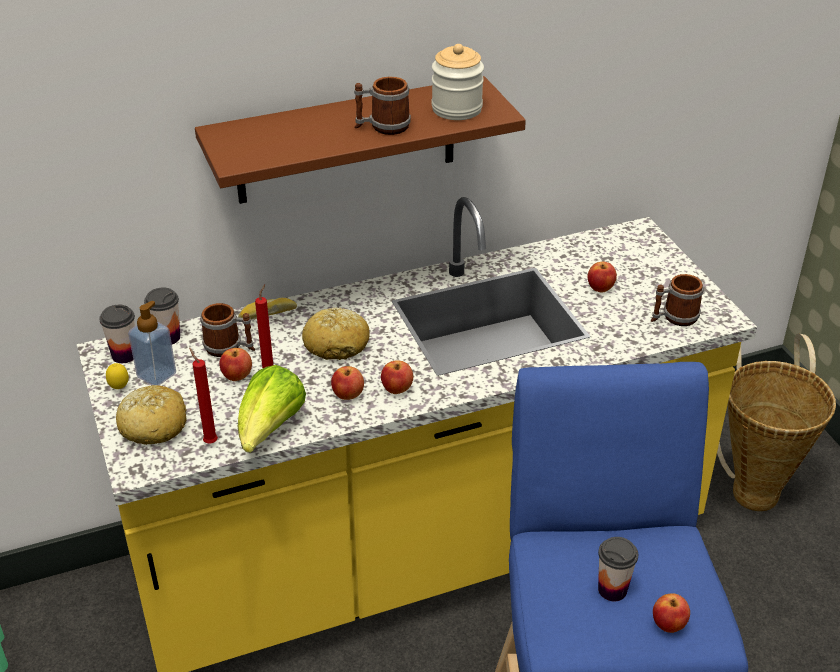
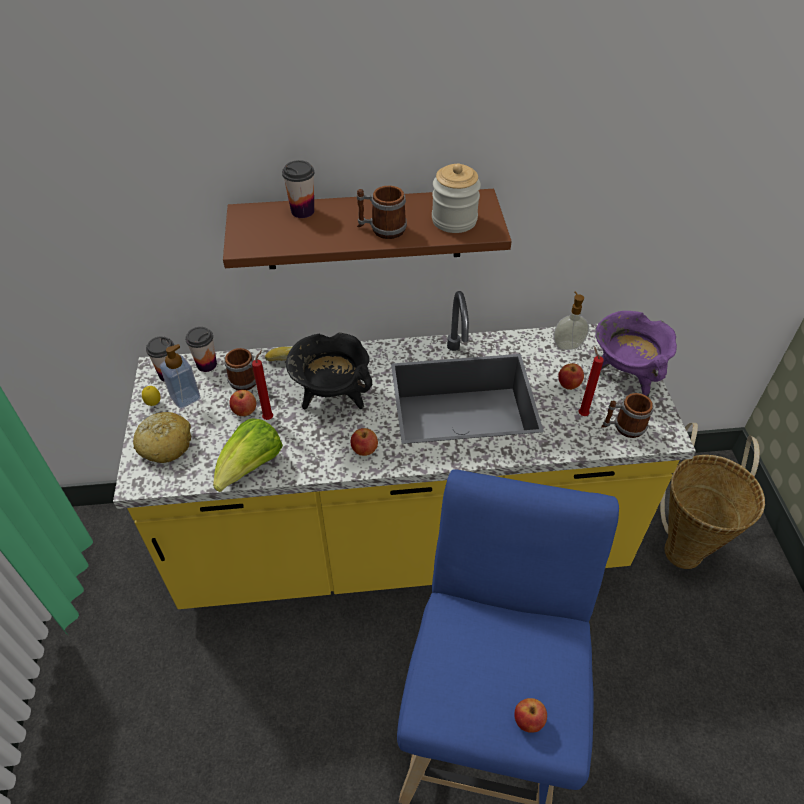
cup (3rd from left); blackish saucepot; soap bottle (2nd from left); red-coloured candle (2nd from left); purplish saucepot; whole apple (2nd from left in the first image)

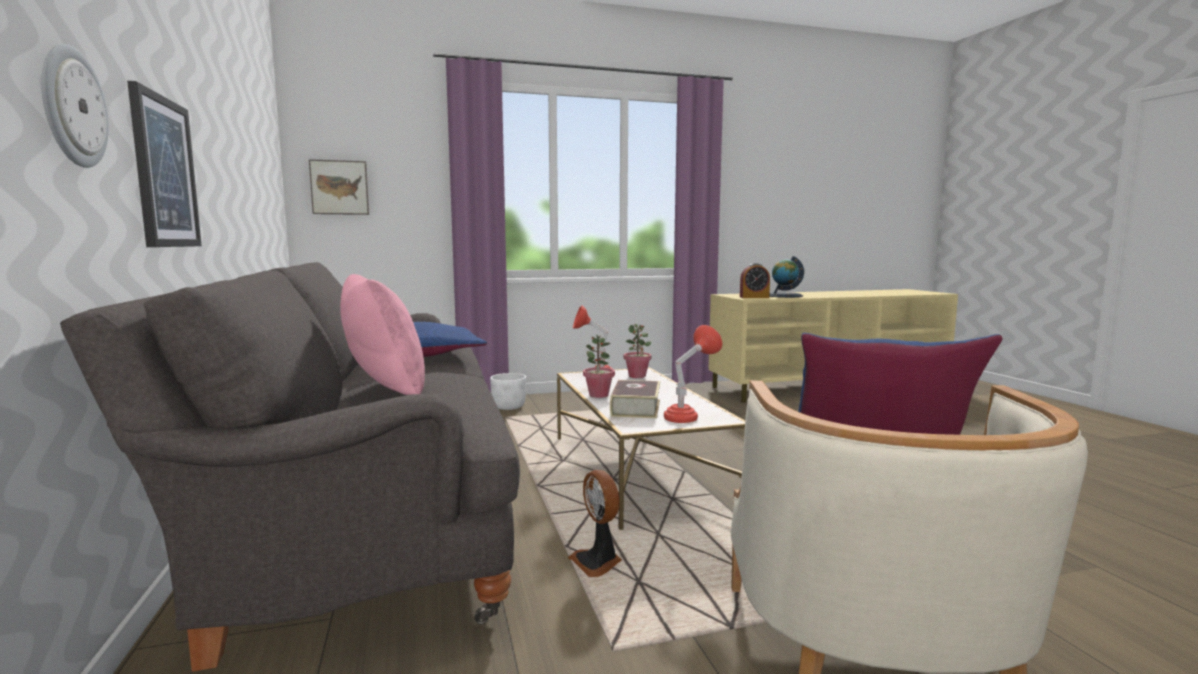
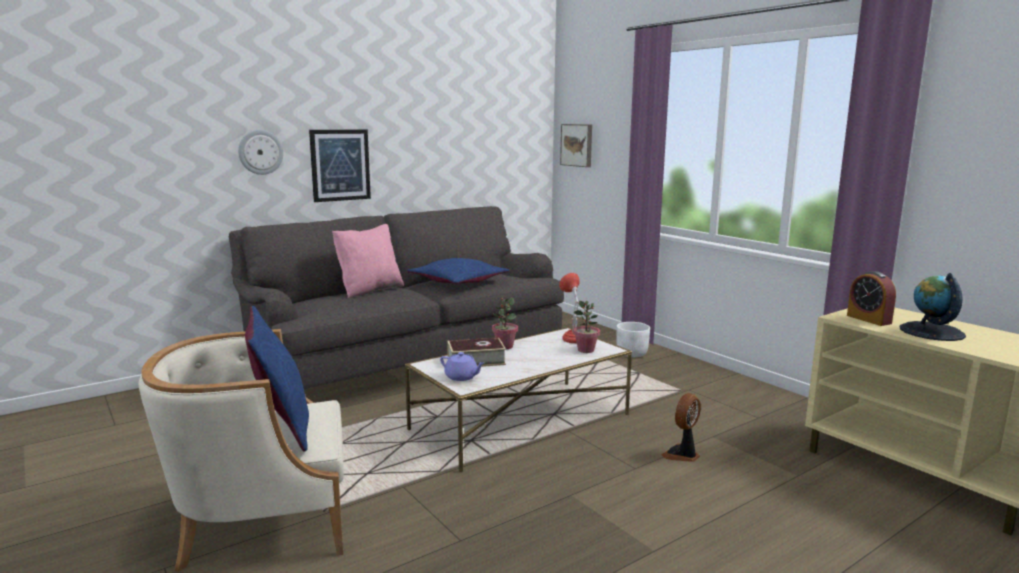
purplish tea pot; cooling fan

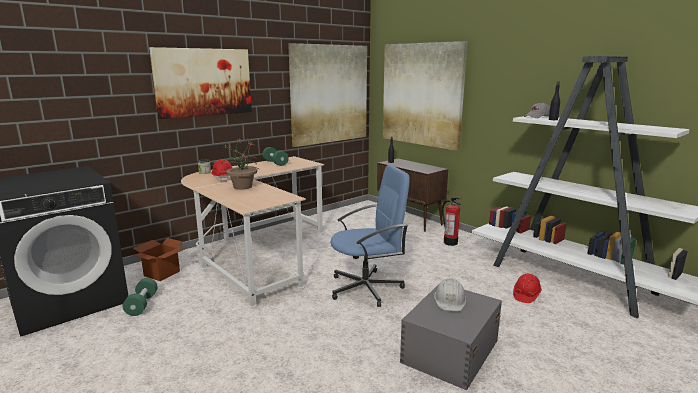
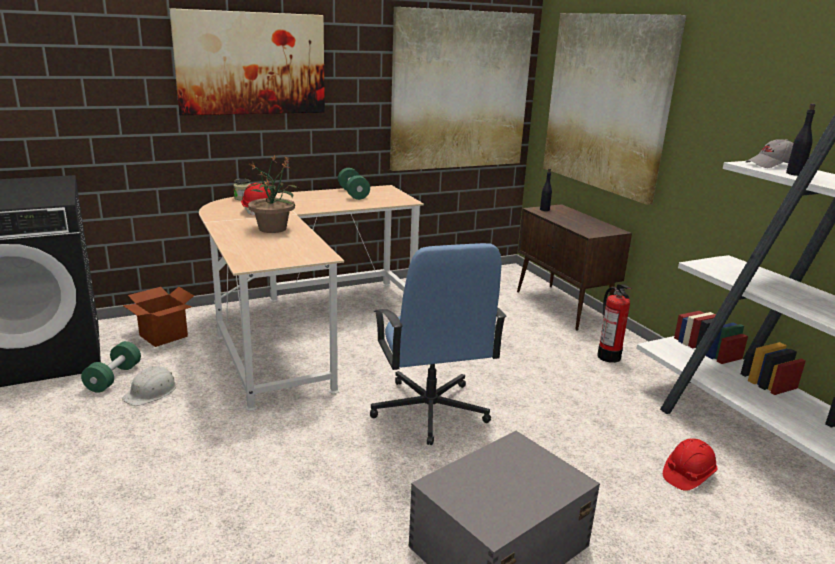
white work helmet; bluish office chair

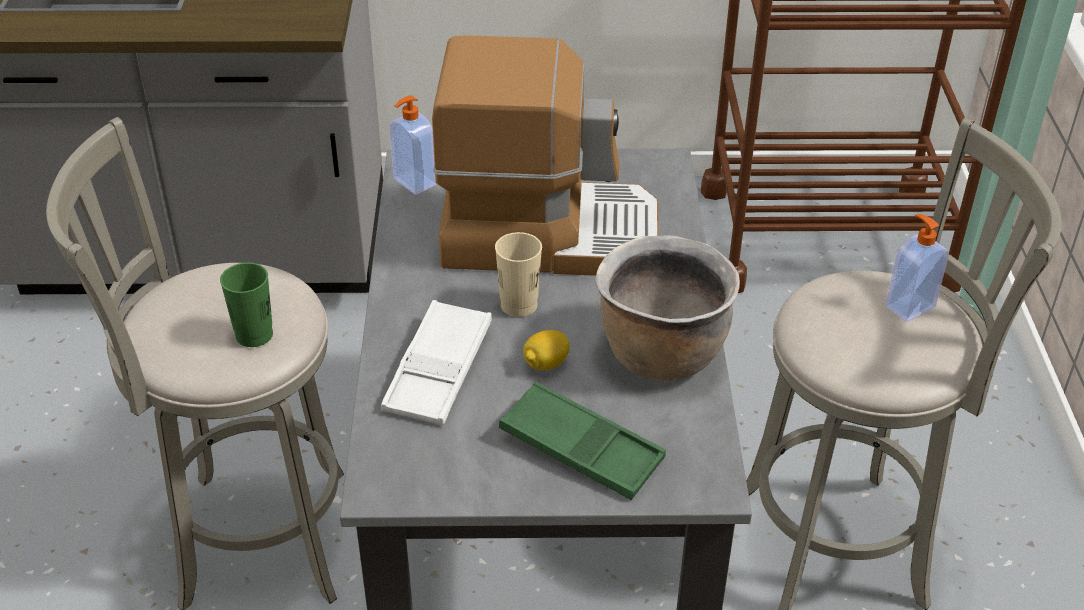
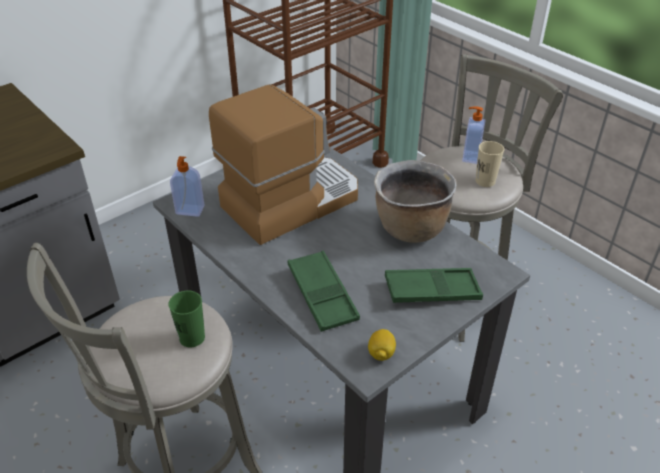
greenish carrying tray (1st from left); whole lemon; sand-coloured cup

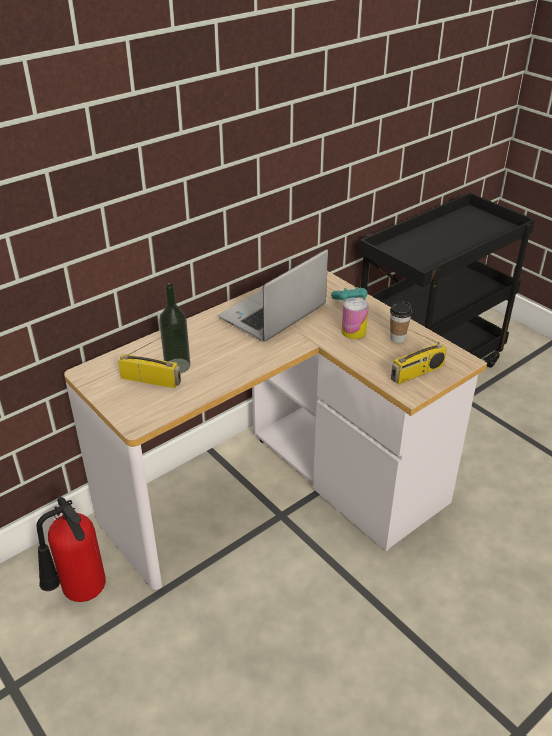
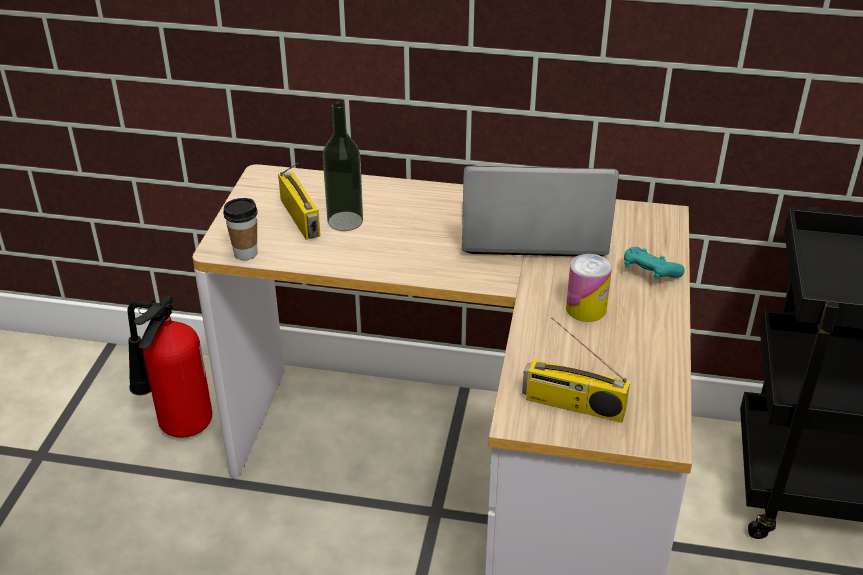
cup

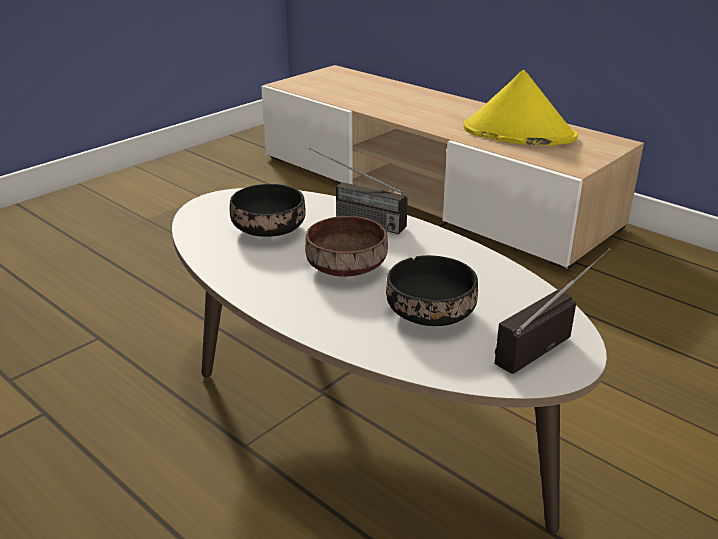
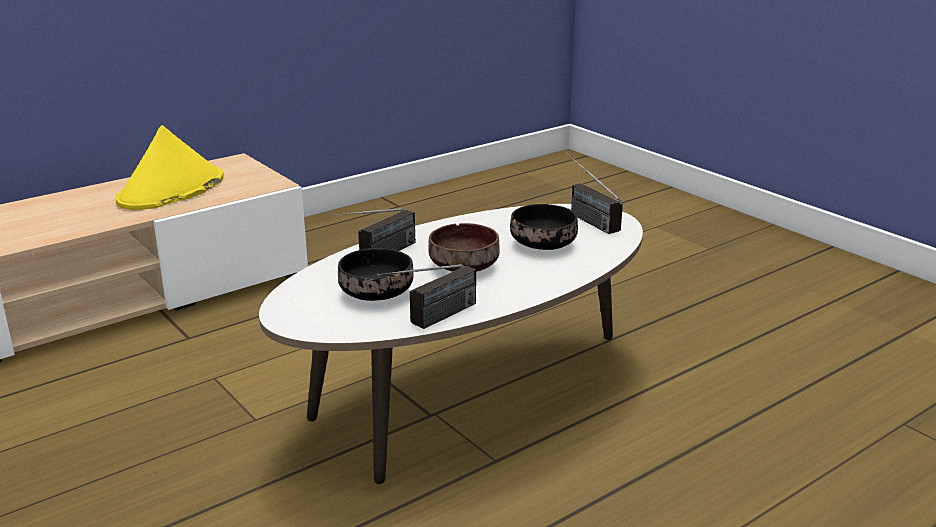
radio (2nd from left)

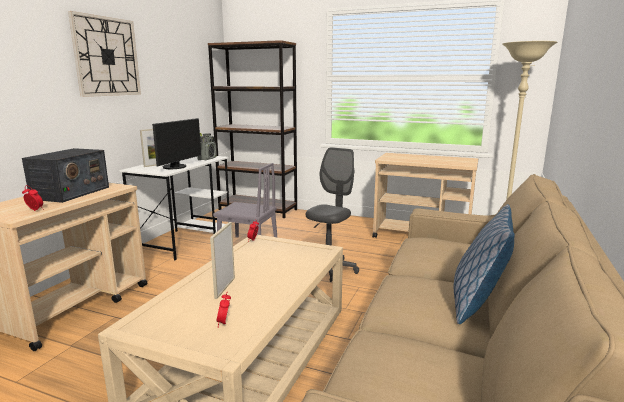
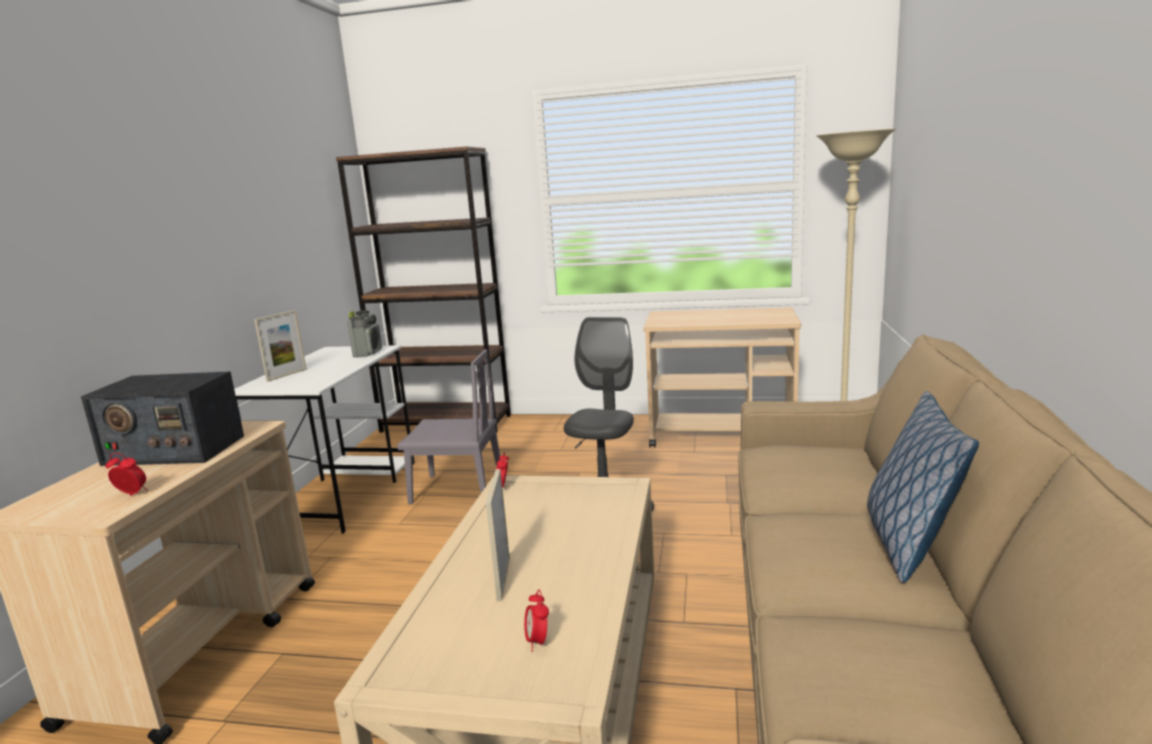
radio (1st from left); wall clock; computer display

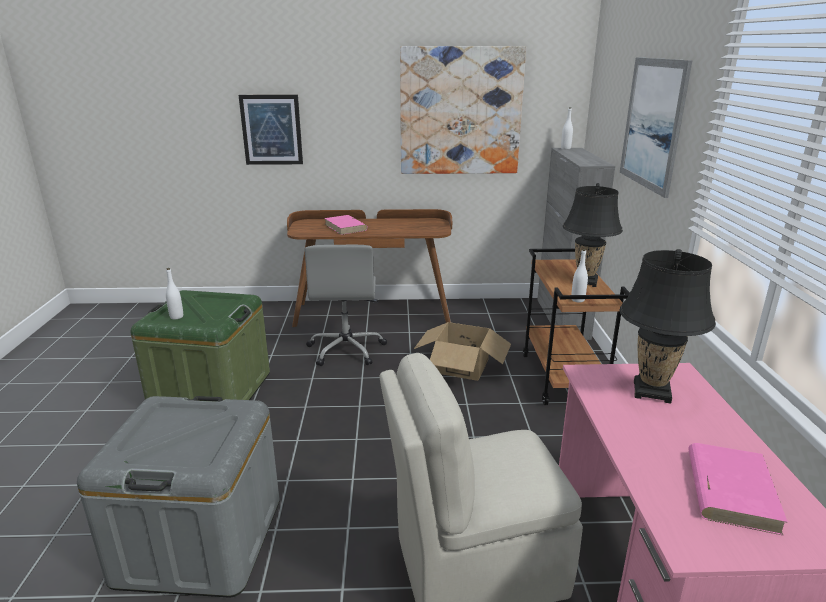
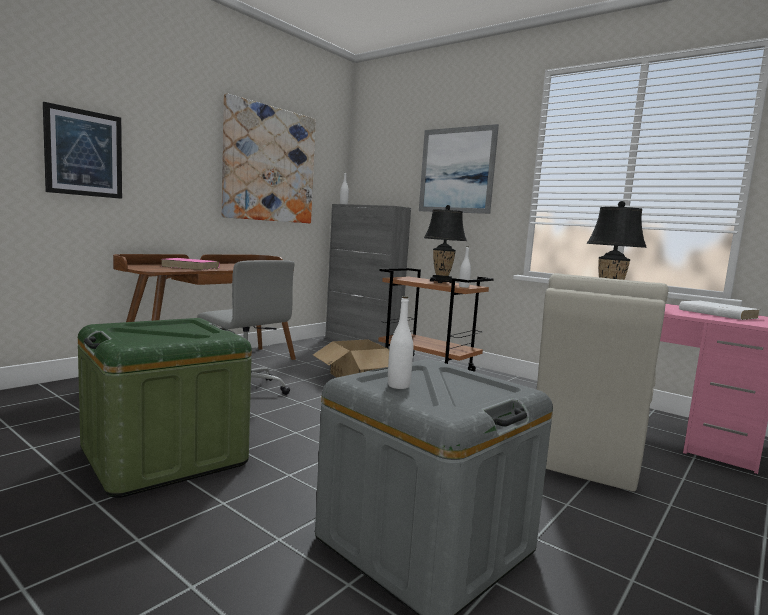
white bottle (2nd from left); white bound book

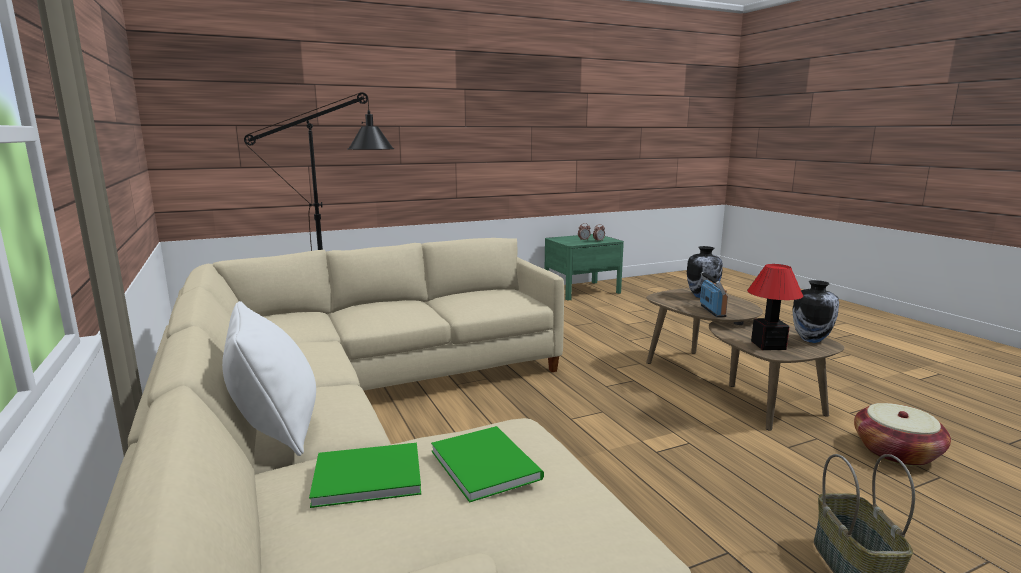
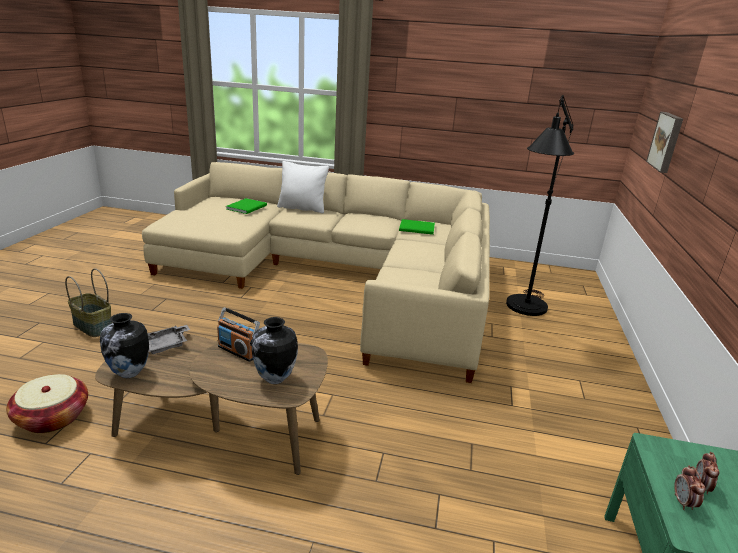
gray carrying tray; greenish bound book (2nd from left); wall art

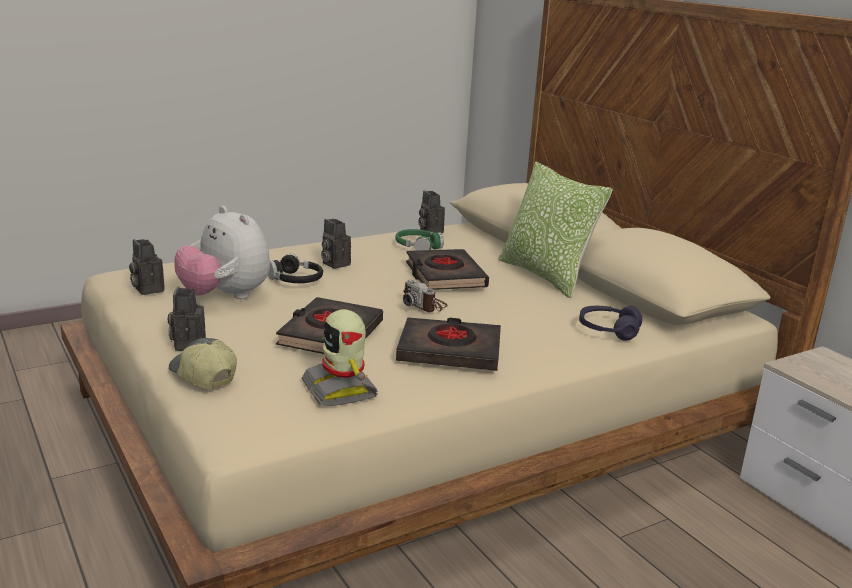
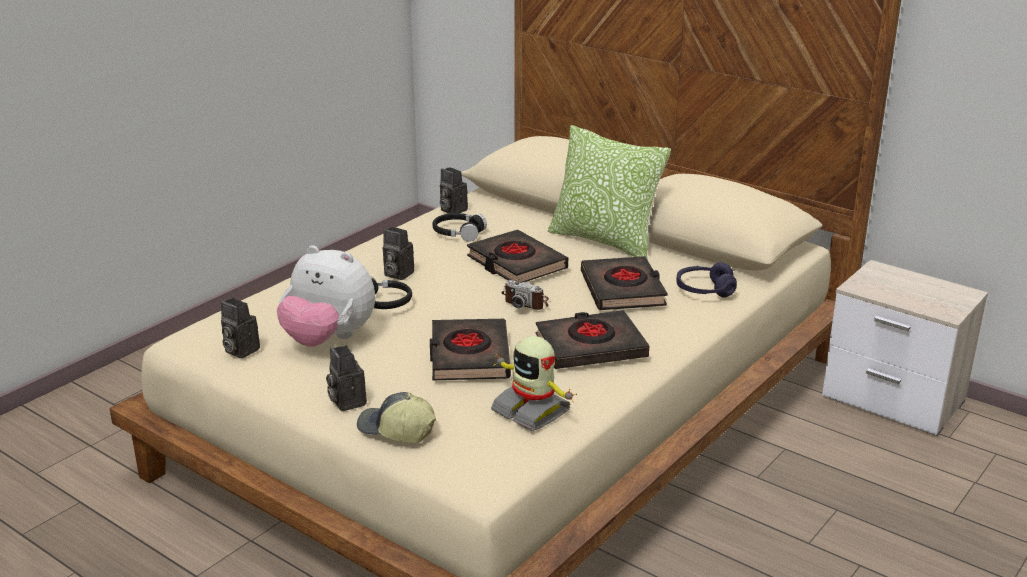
blackish pair of headphones (2nd from left); blackish bound book (4th from left)

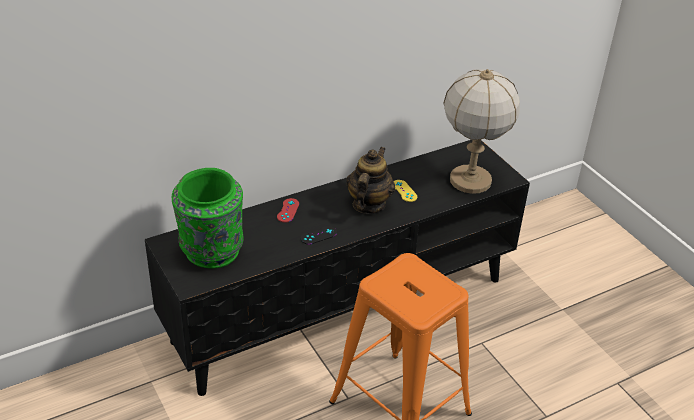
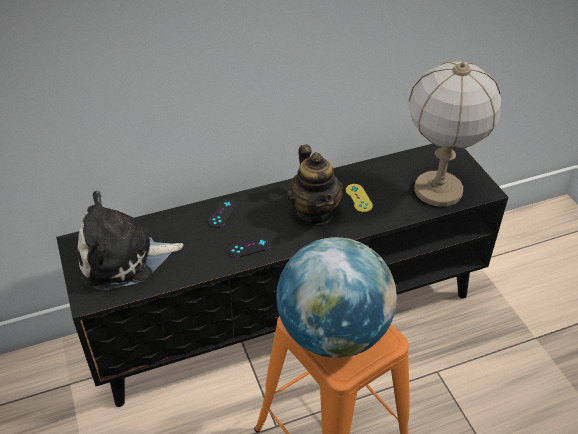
soft toy; blackish joypad (1st from left); globe; tea pot

